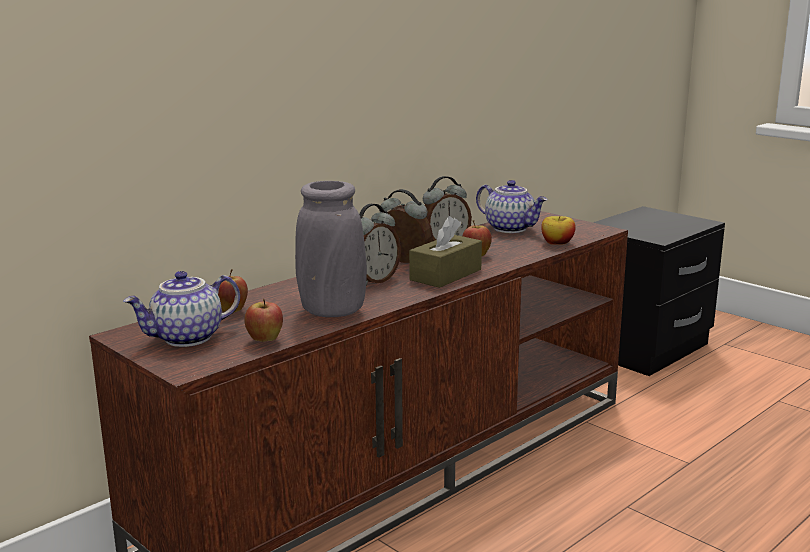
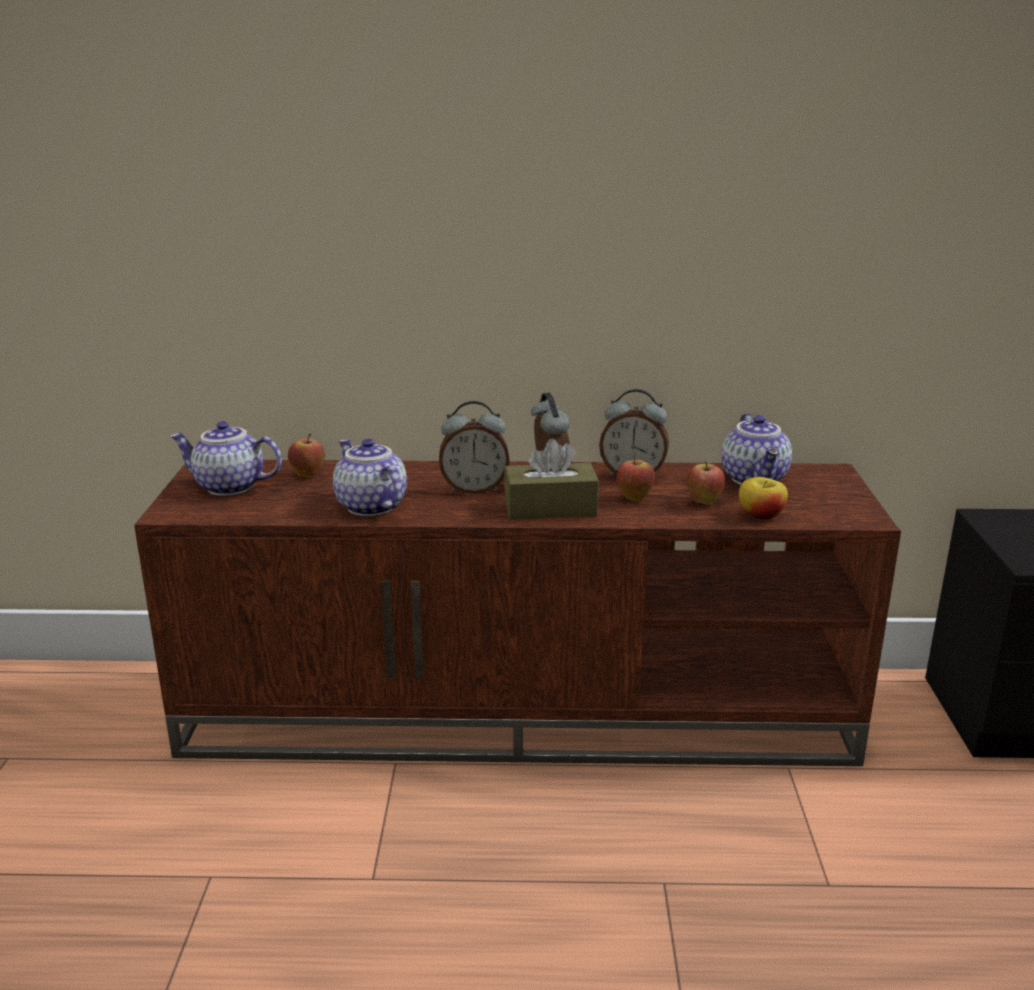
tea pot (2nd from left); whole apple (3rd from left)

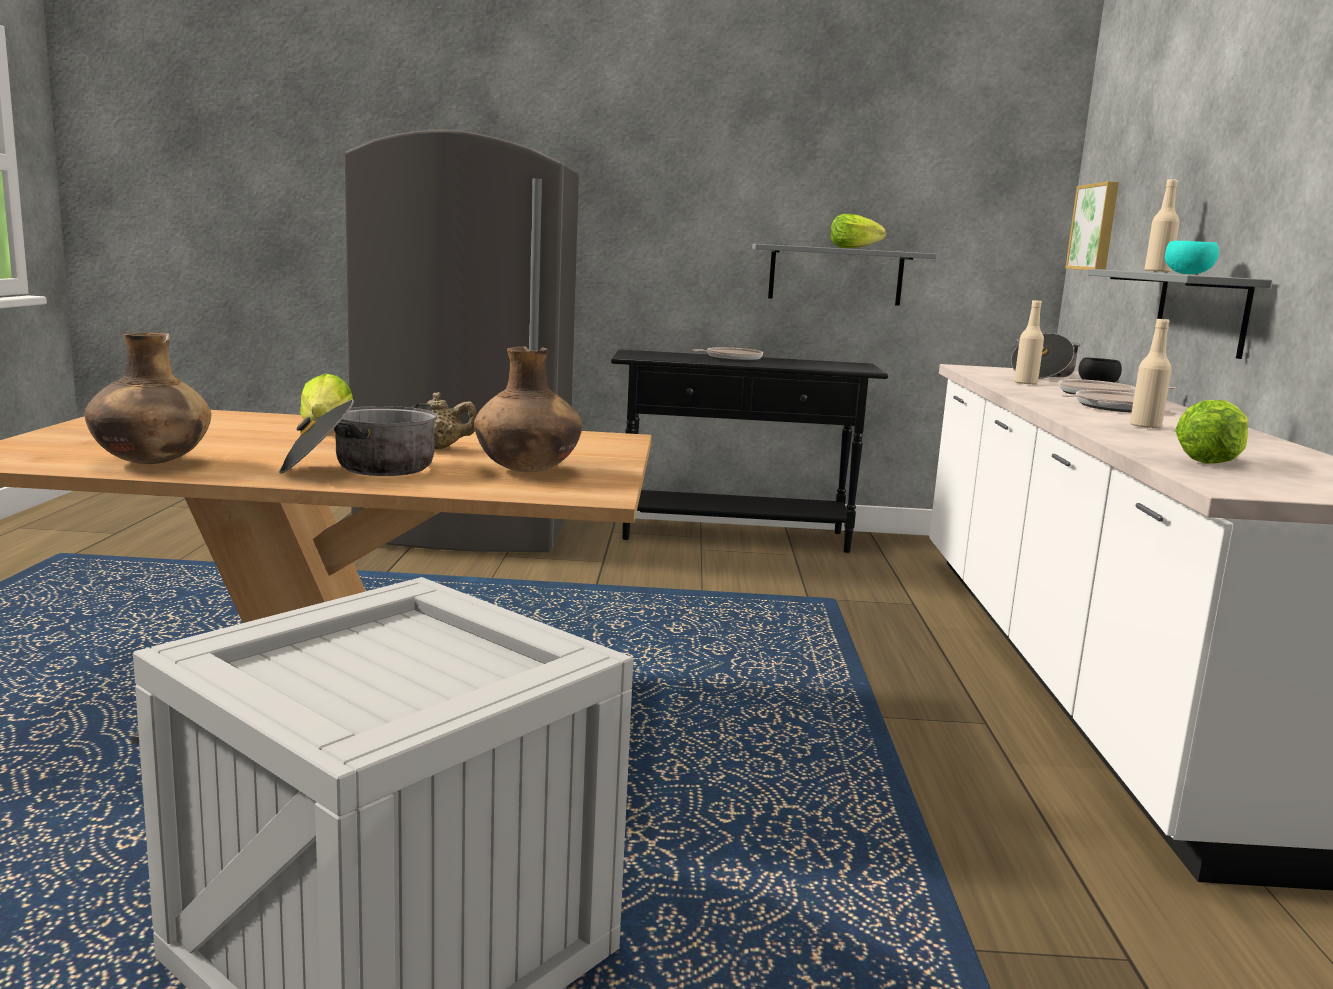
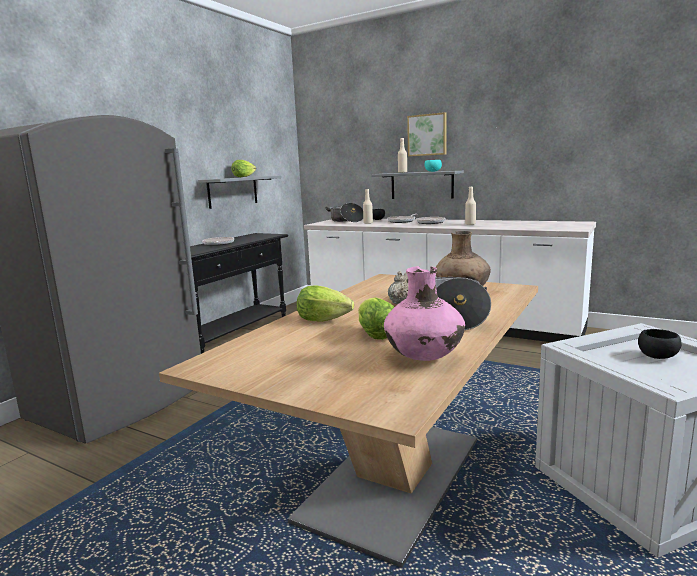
lettuce head (3rd from left); pink flower vase; wall art; blackish serving bowl (2nd from left)

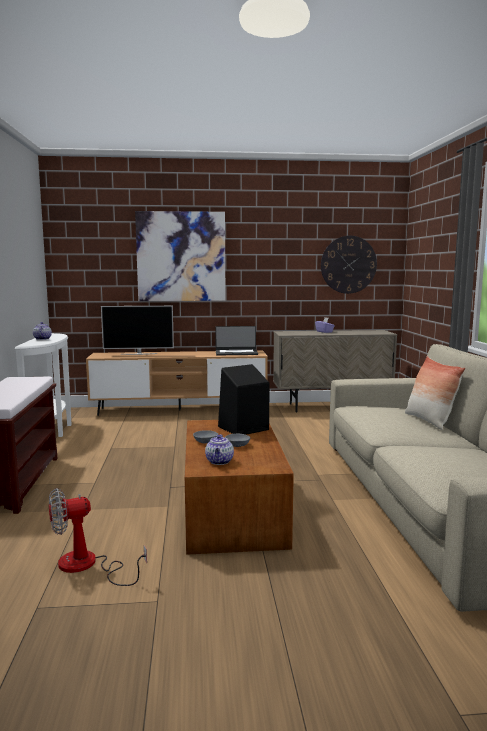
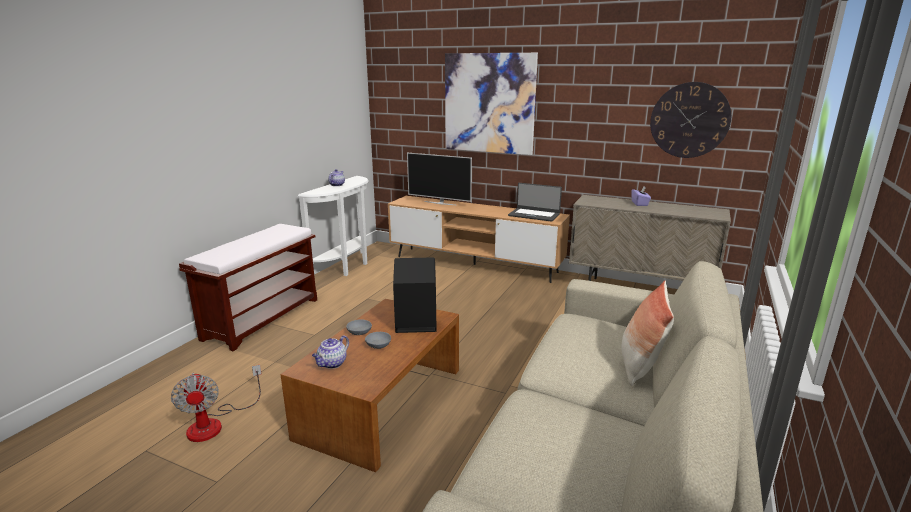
cooling fan

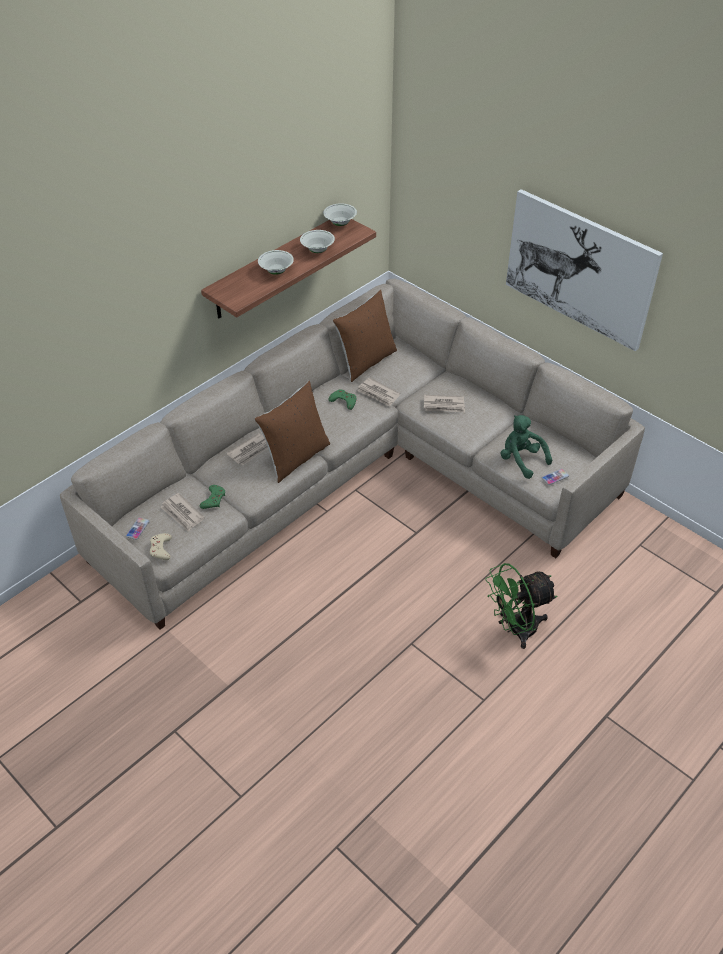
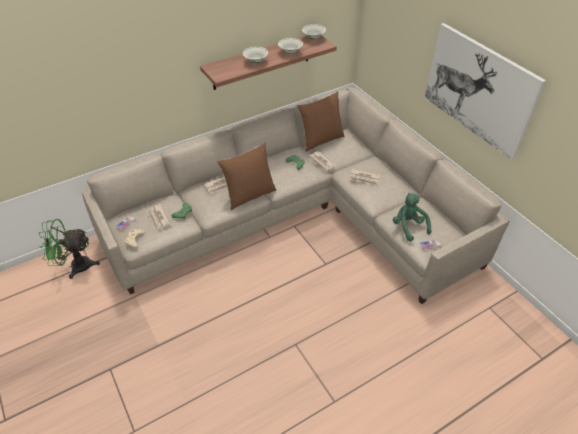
greenish cooling fan

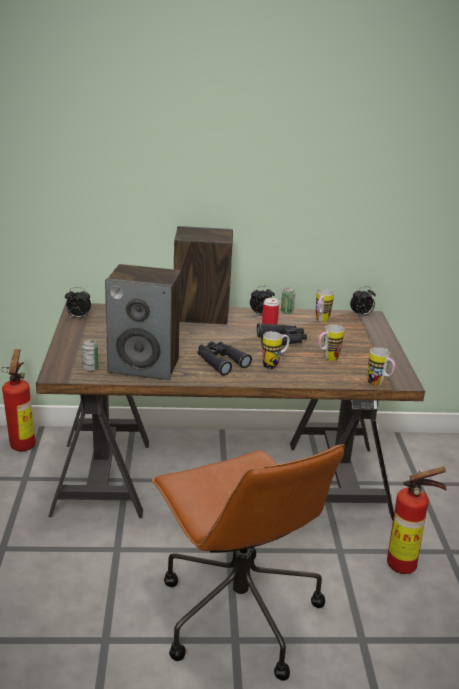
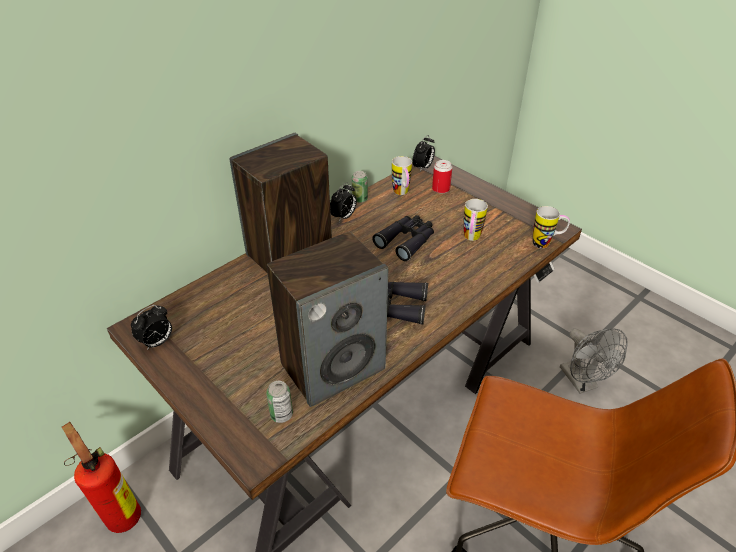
sealed can (3rd from left); gray cooling fan; coffee mug (1st from left in the first image)

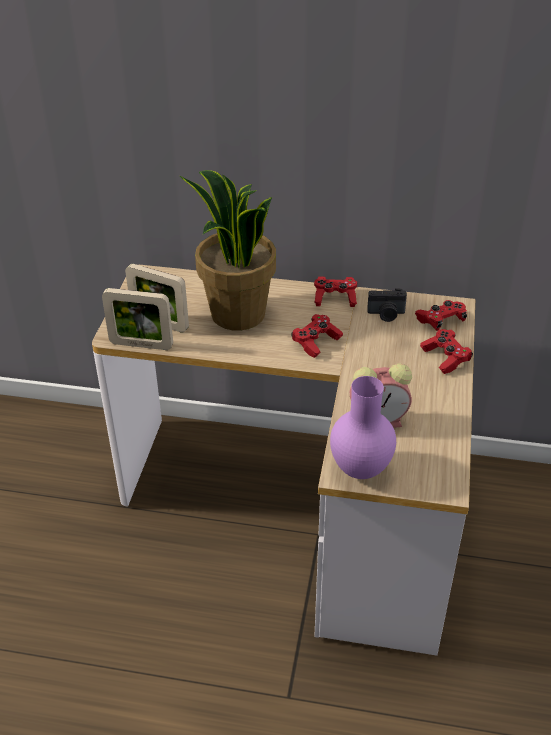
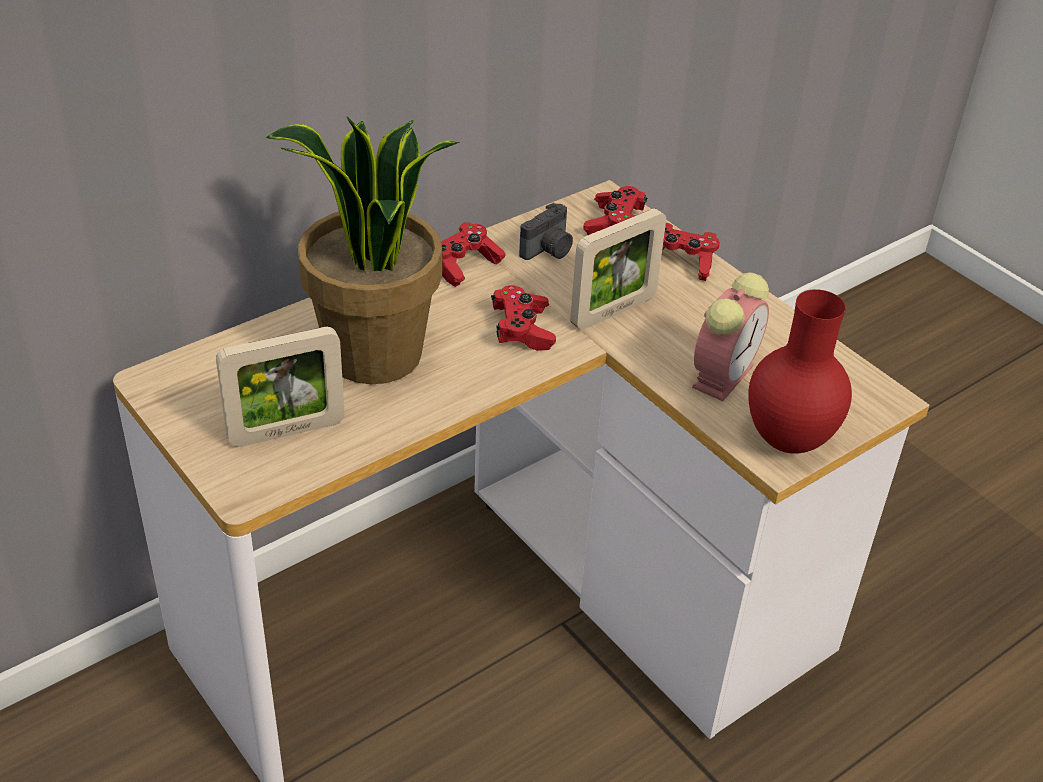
picture frame (2nd from left); red-coloured flower vase

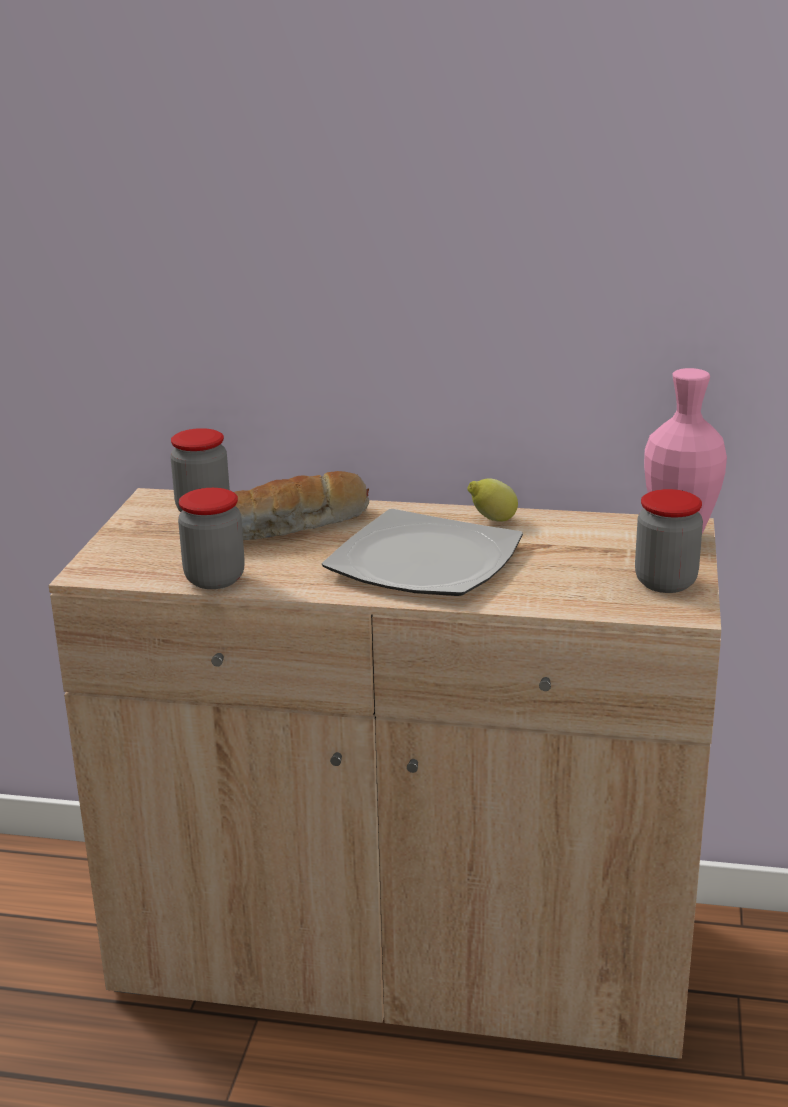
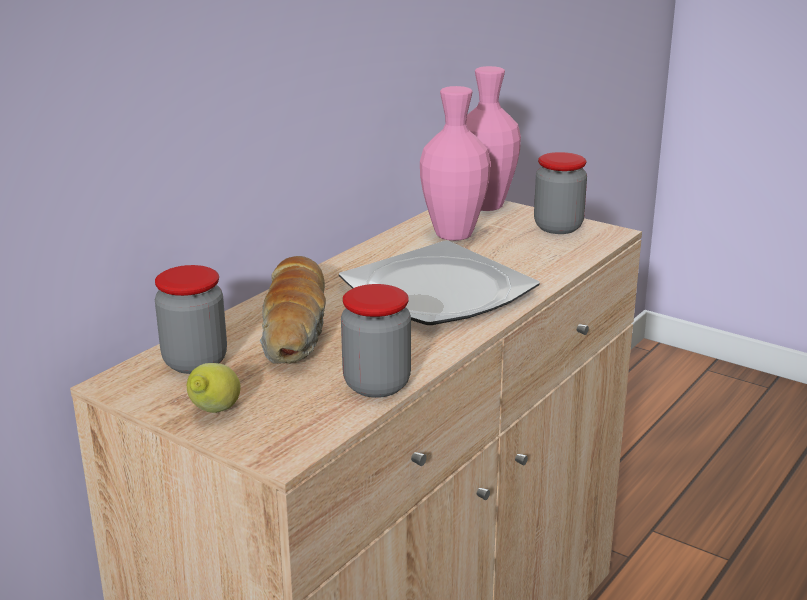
whole lemon; pink flower vase (1st from left)

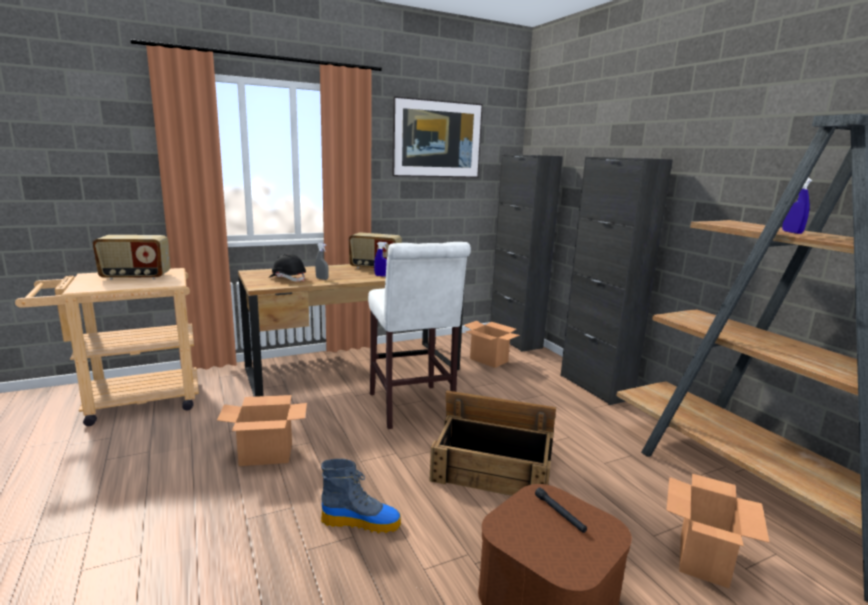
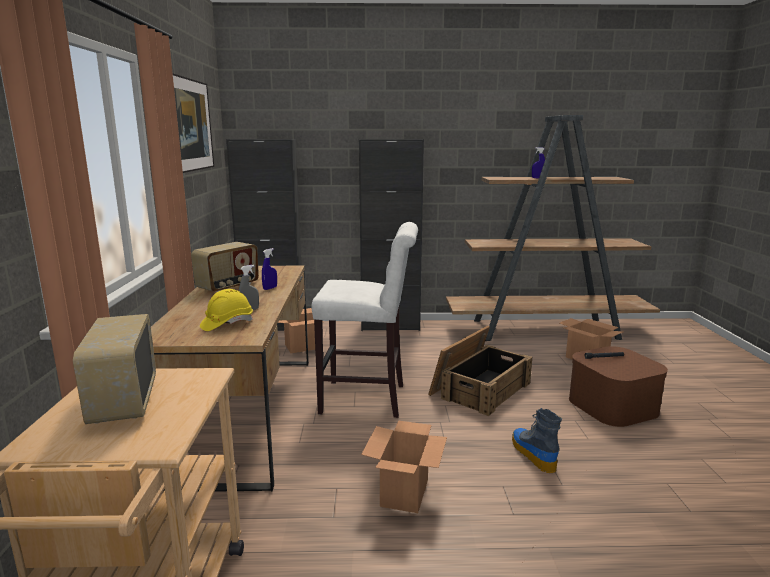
radio (1st from left); yellowish work helmet; boot

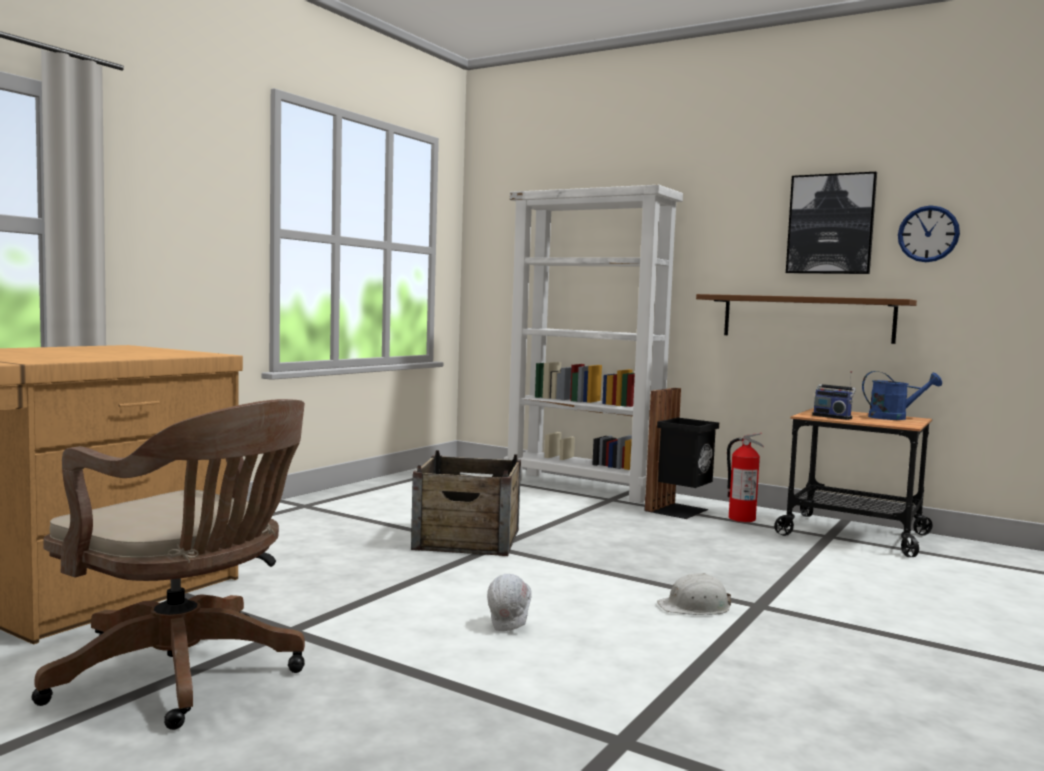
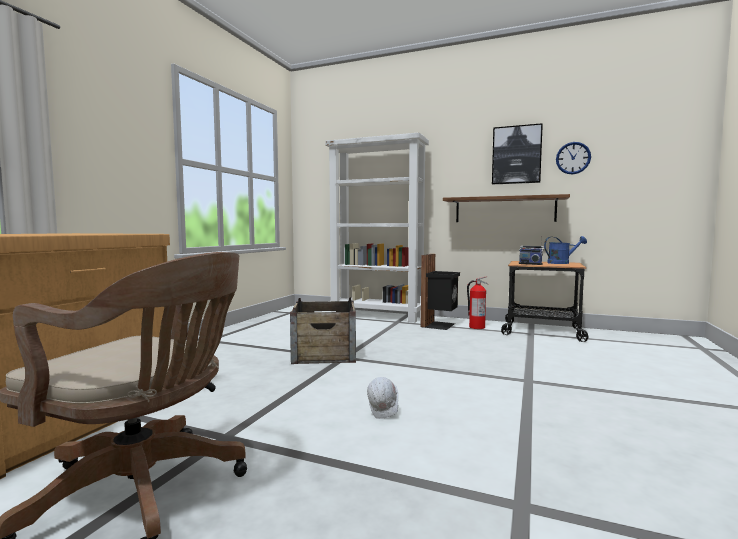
white work helmet (2nd from left in the first image)

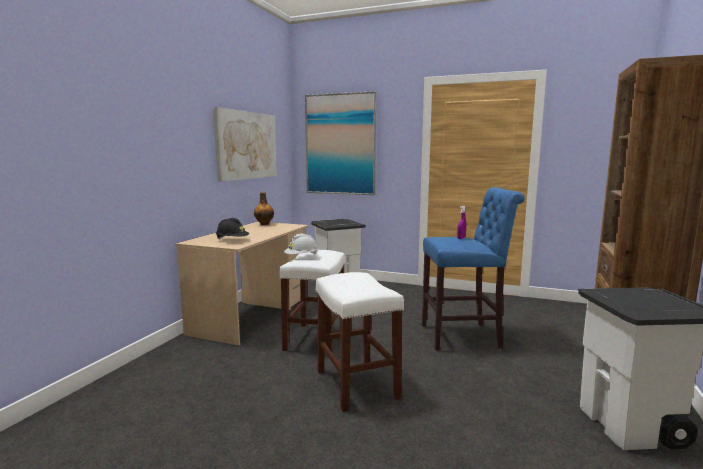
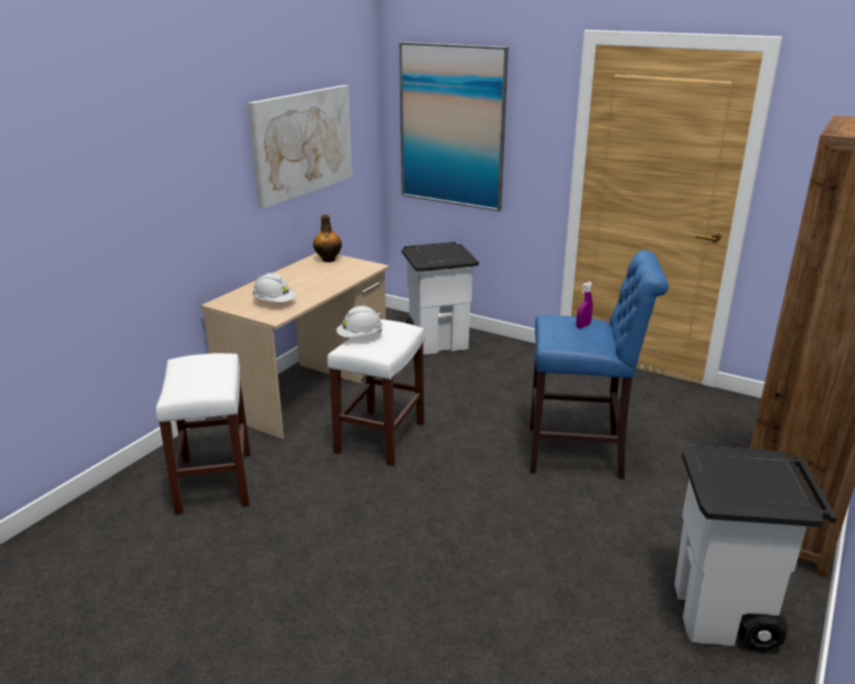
white stool seat (1st from left); white work helmet (1st from left)

